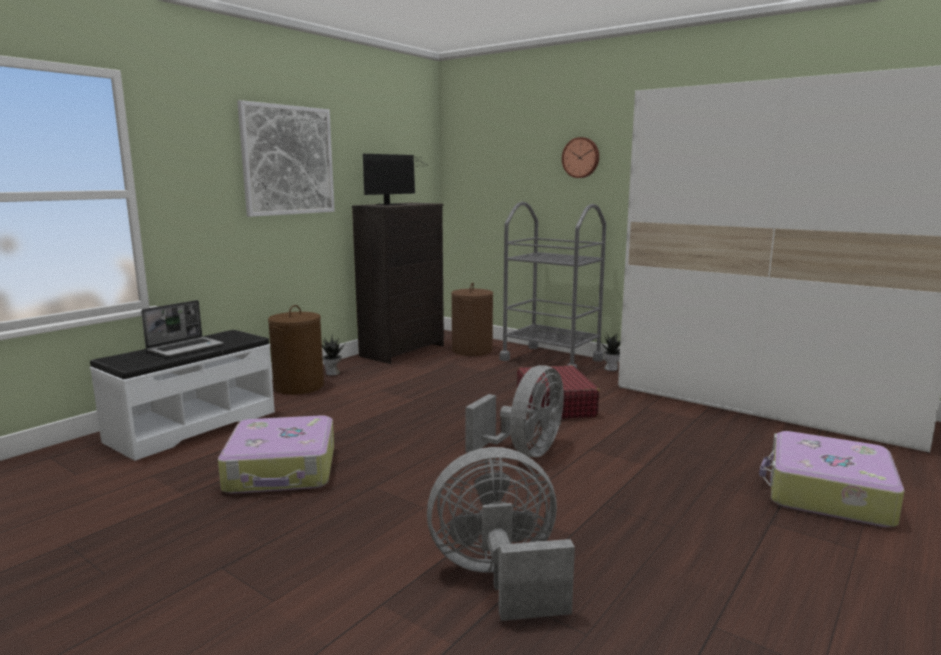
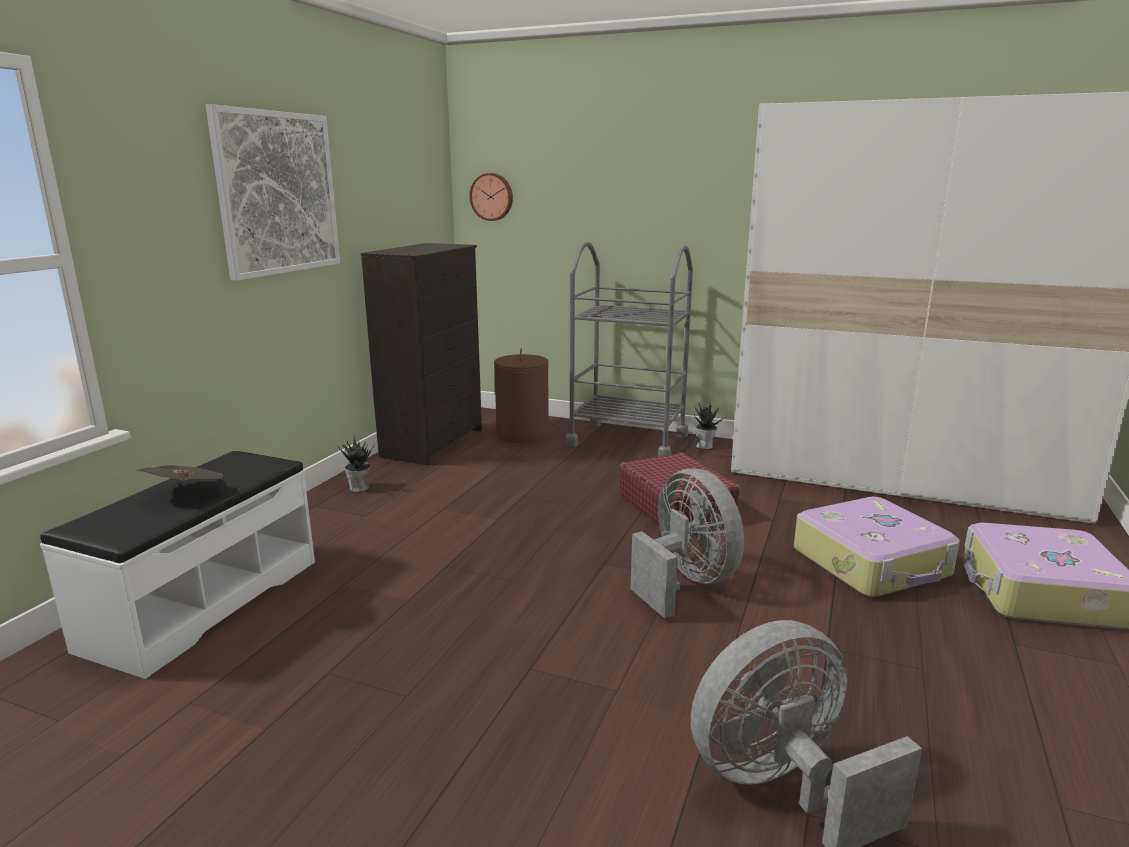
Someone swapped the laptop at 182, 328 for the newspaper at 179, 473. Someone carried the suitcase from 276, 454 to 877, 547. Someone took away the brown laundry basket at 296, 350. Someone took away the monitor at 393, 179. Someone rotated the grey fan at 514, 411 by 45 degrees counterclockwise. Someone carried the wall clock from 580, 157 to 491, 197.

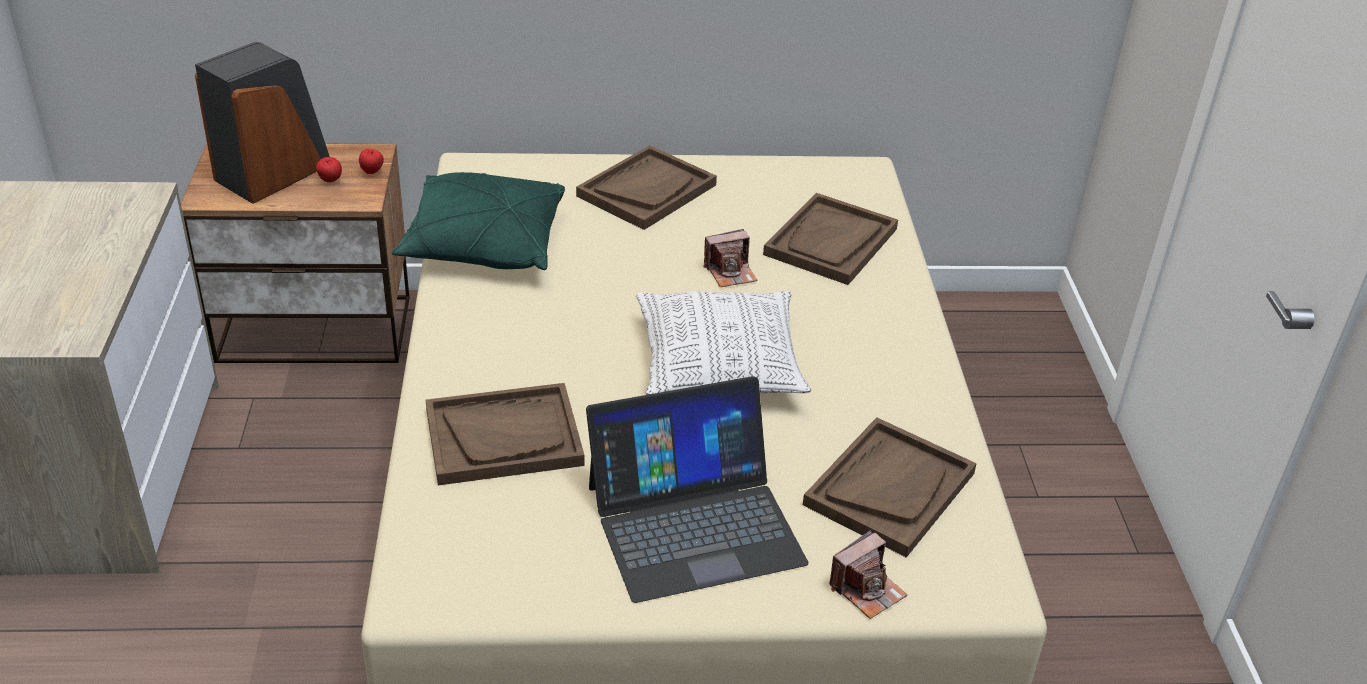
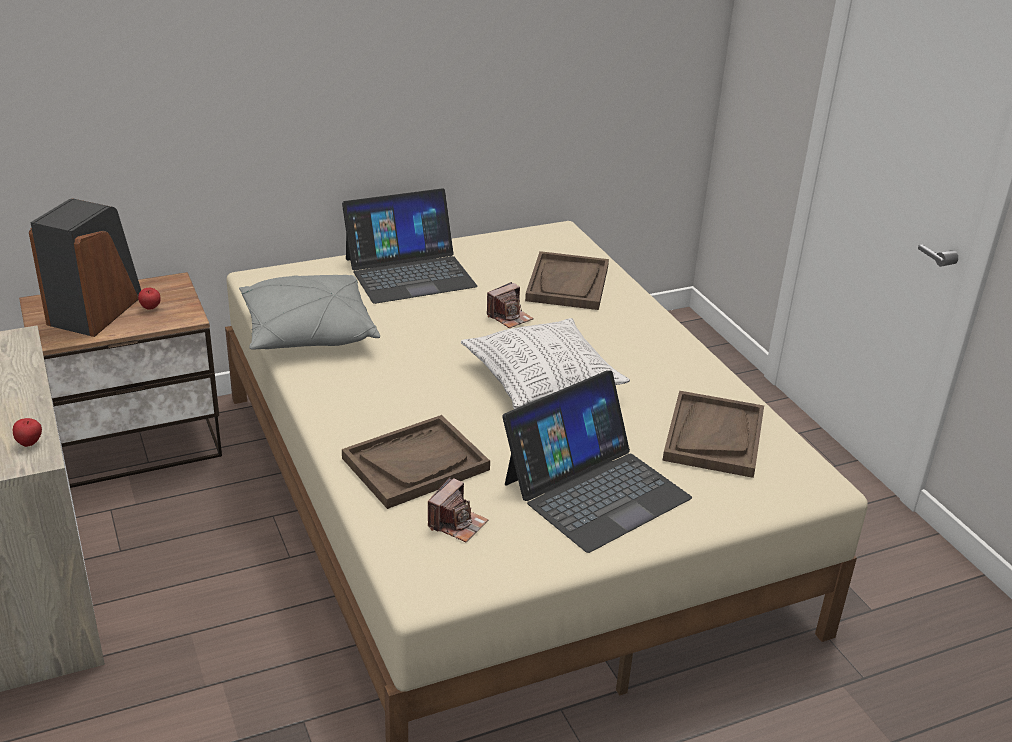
Someone carried the apple from 371, 161 to 27, 432. Someone repainted the green pillow at 478, 221, which became the grey pillow at 309, 312. Someone swapped the brown tray at 646, 187 for the laptop at 409, 246. Someone carried the photo camera from 868, 574 to 458, 510.

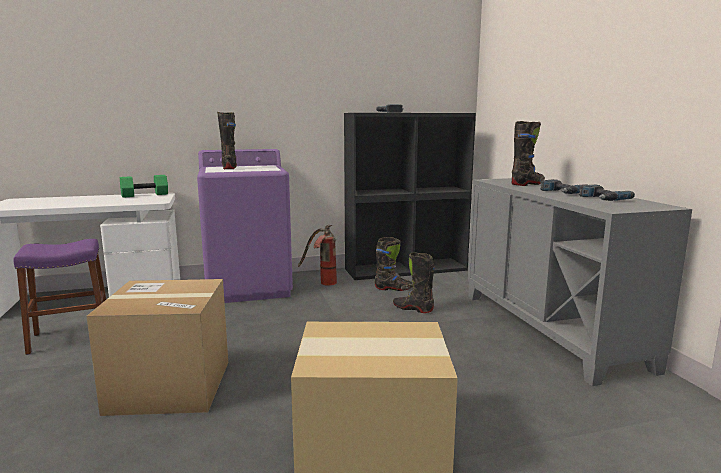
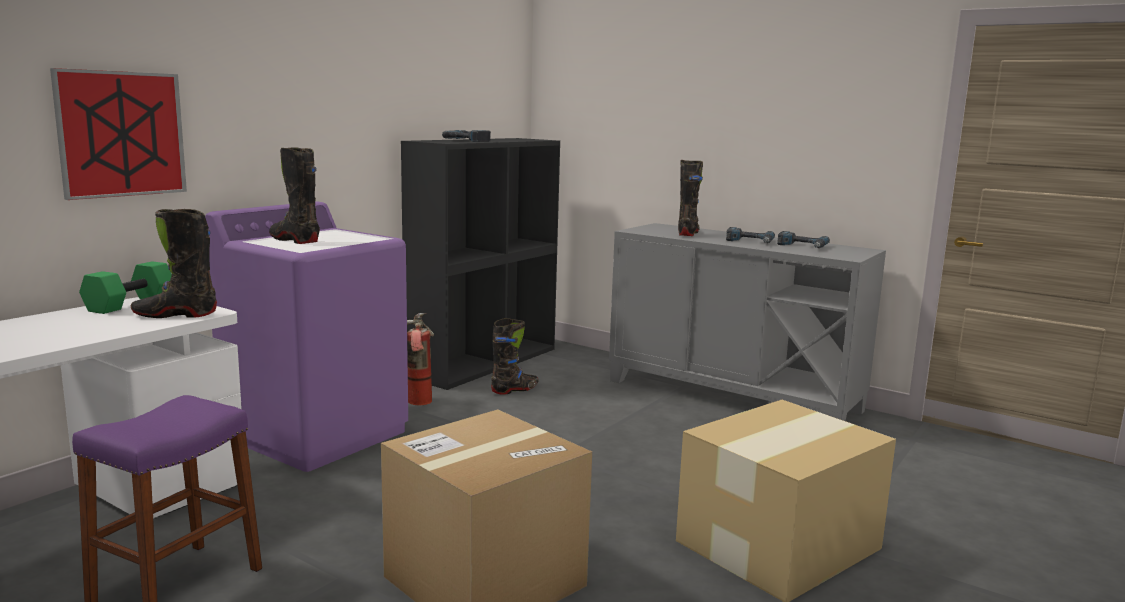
Someone carried the black boot from 414, 282 to 174, 263. Someone put up the picture at 118, 134.

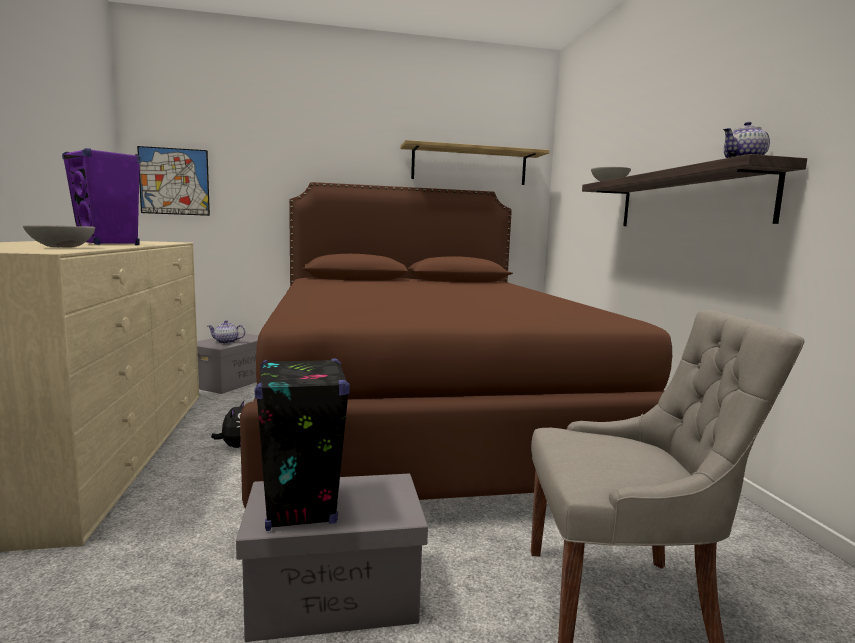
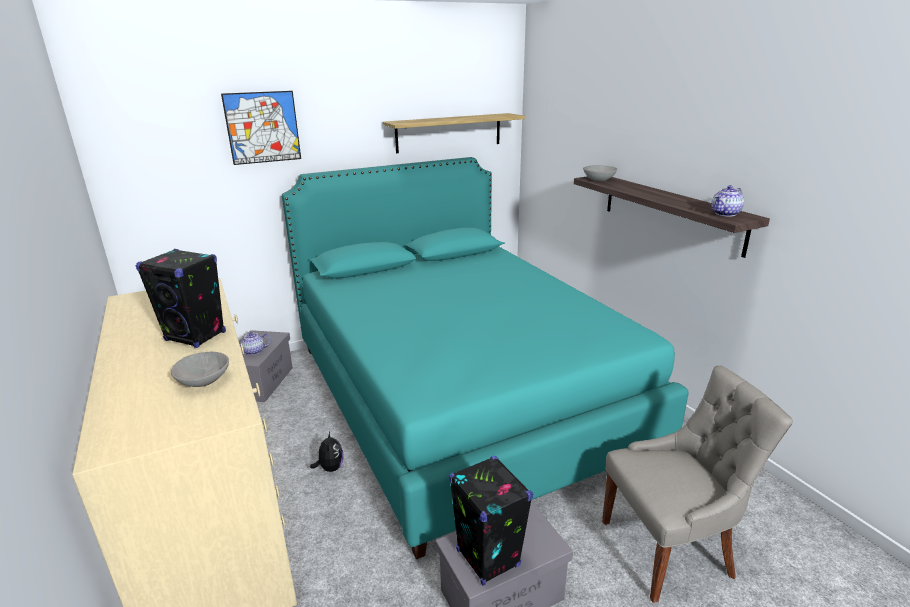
Someone repainted the purple speaker at 101, 196, which became the black speaker at 181, 298. Someone carried the picture from 173, 181 to 261, 128. Someone repainted the brown bed at 456, 345, which became the turquoise bed at 485, 358.

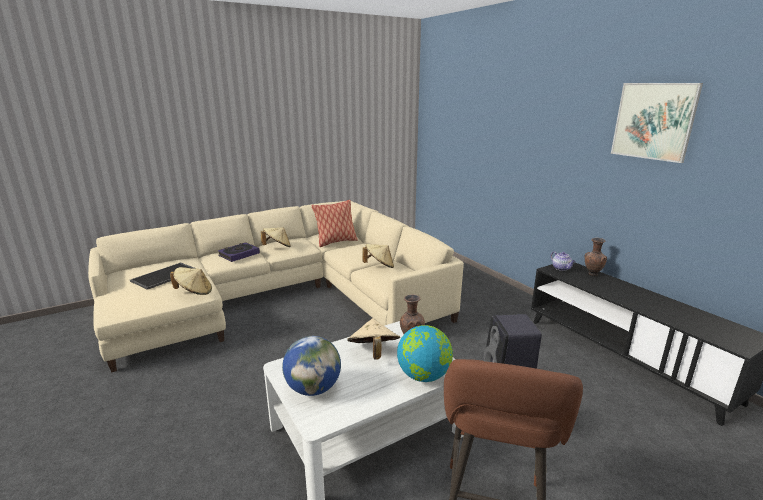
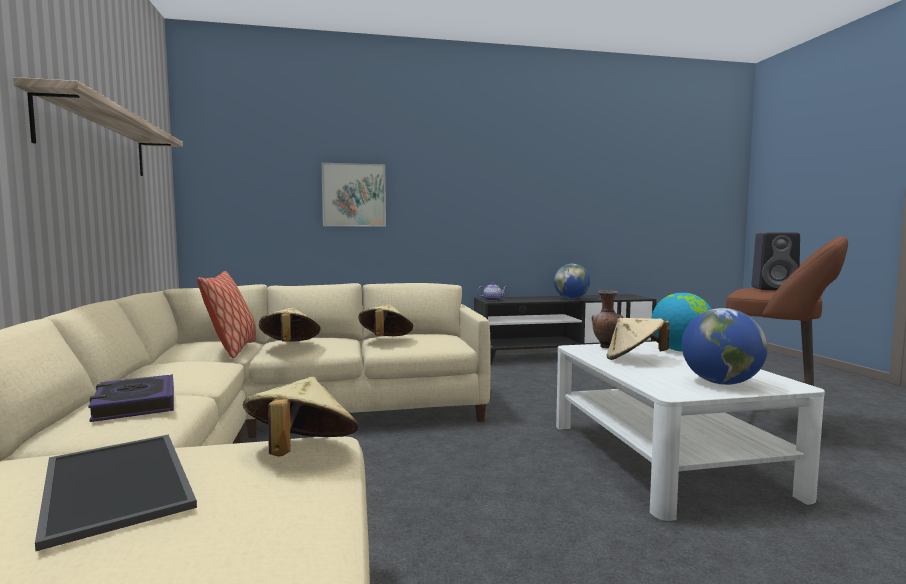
Someone carried the beige hat from 276, 237 to 290, 324. Someone took away the brown vase at 595, 257. Someone carried the picture from 657, 123 to 353, 195. Someone put up the shelf at 98, 126. Someone put down the globe at 572, 281.

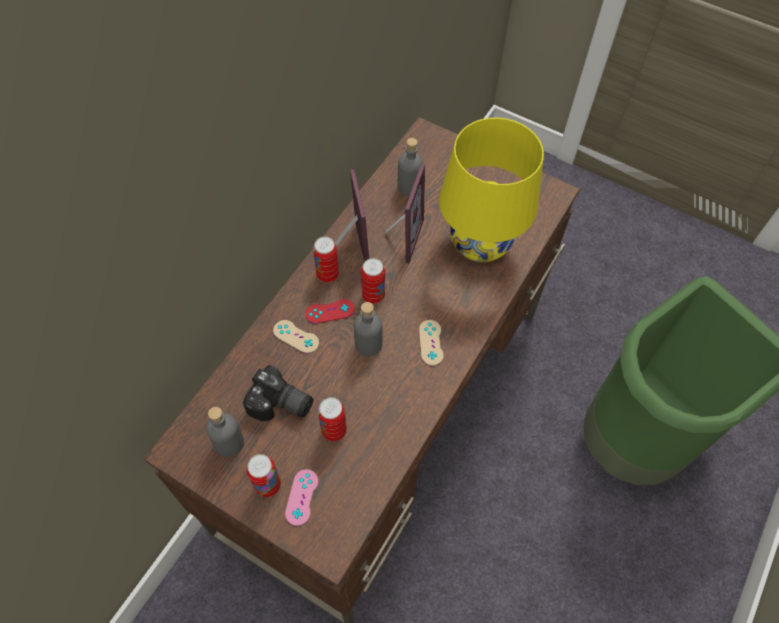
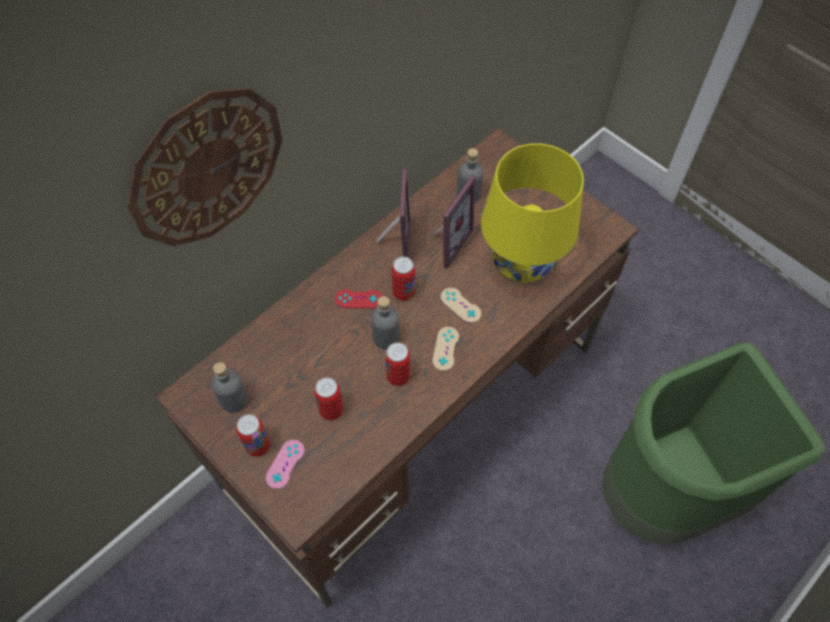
Someone took away the photo camera at 278, 393. Someone carried the beige game controller from 296, 336 to 461, 305. Someone carried the can from 326, 260 to 397, 364. Someone put up the wall clock at 205, 167.

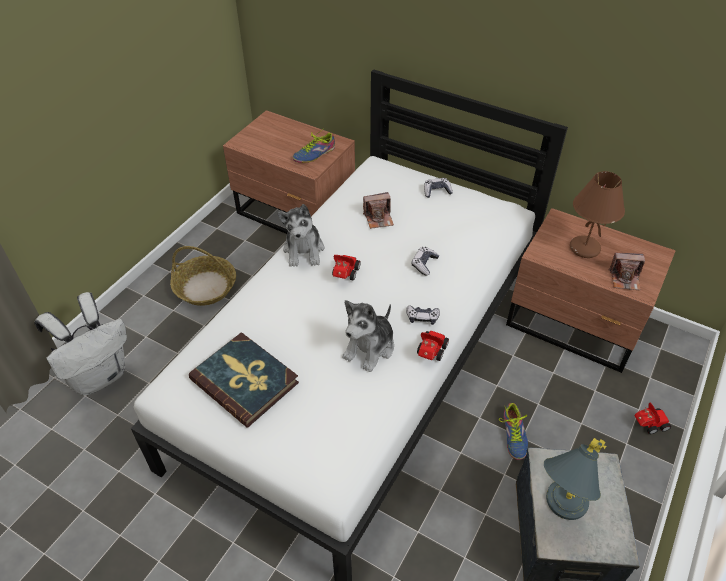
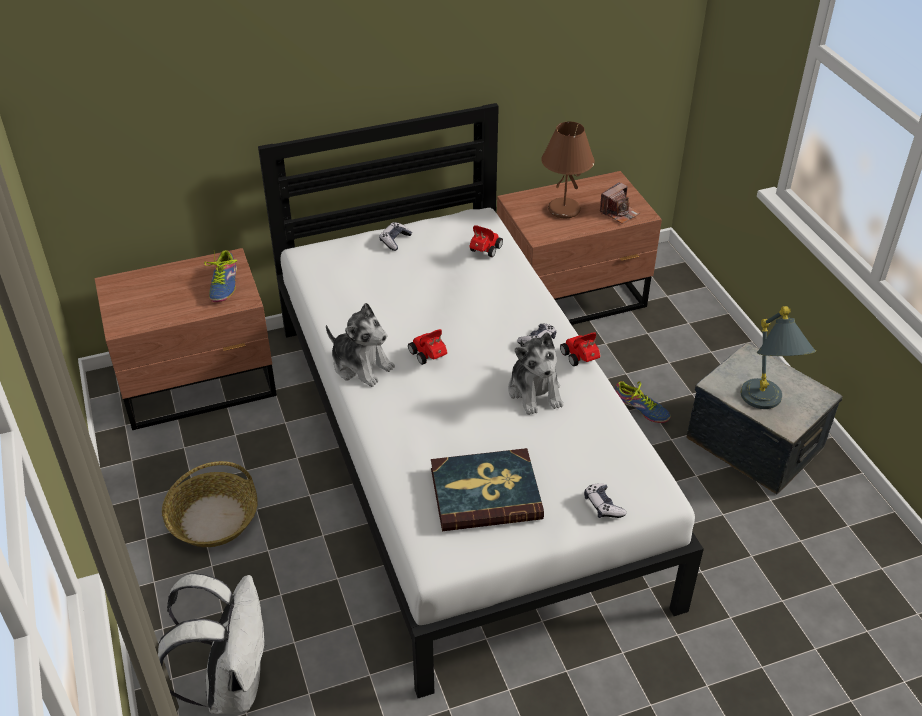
Someone took away the photo camera at 378, 210. Someone carried the game controller from 425, 261 to 605, 500. Someone carried the toy car from 653, 418 to 486, 241.

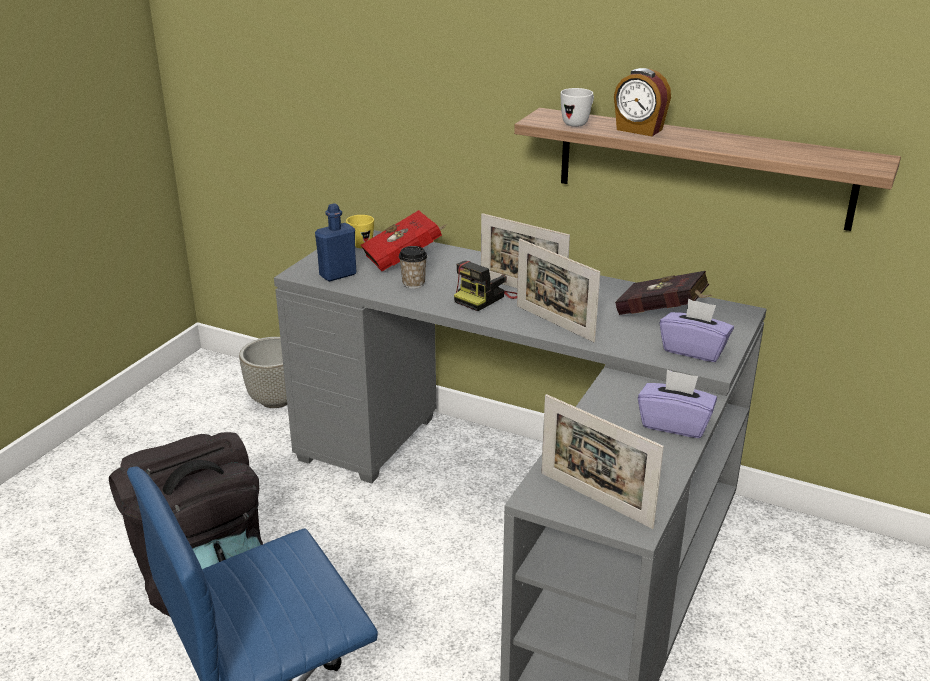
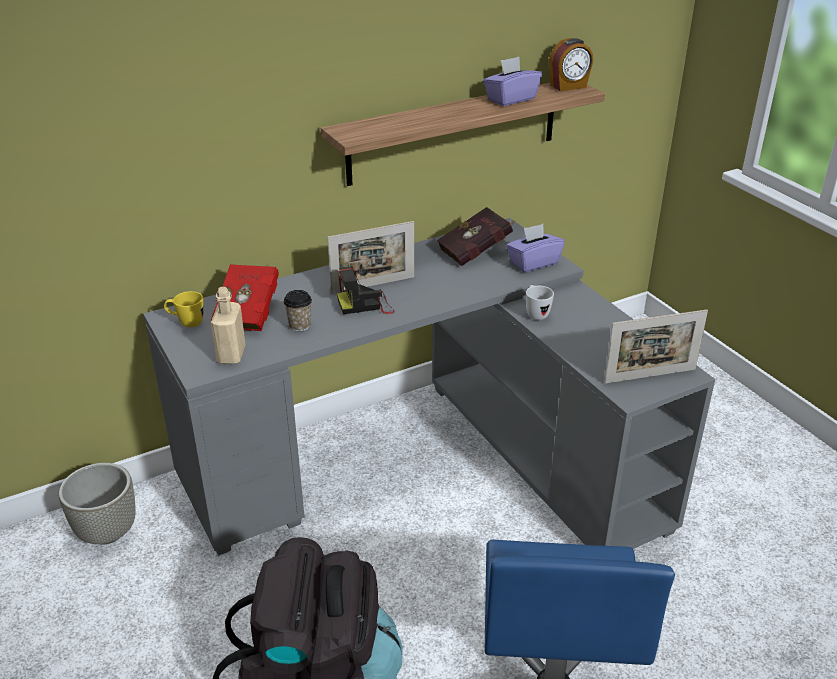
Someone repainted the blue bottle at 335, 242, which became the beige bottle at 228, 325. Someone rotated the photo camera at 485, 286 by 90 degrees clockwise. Someone took away the picture frame at 558, 290. Someone carried the white mug from 577, 107 to 540, 302. Someone carried the alarm clock from 642, 102 to 571, 64. Someone carried the purple tissue box from 677, 403 to 512, 81.

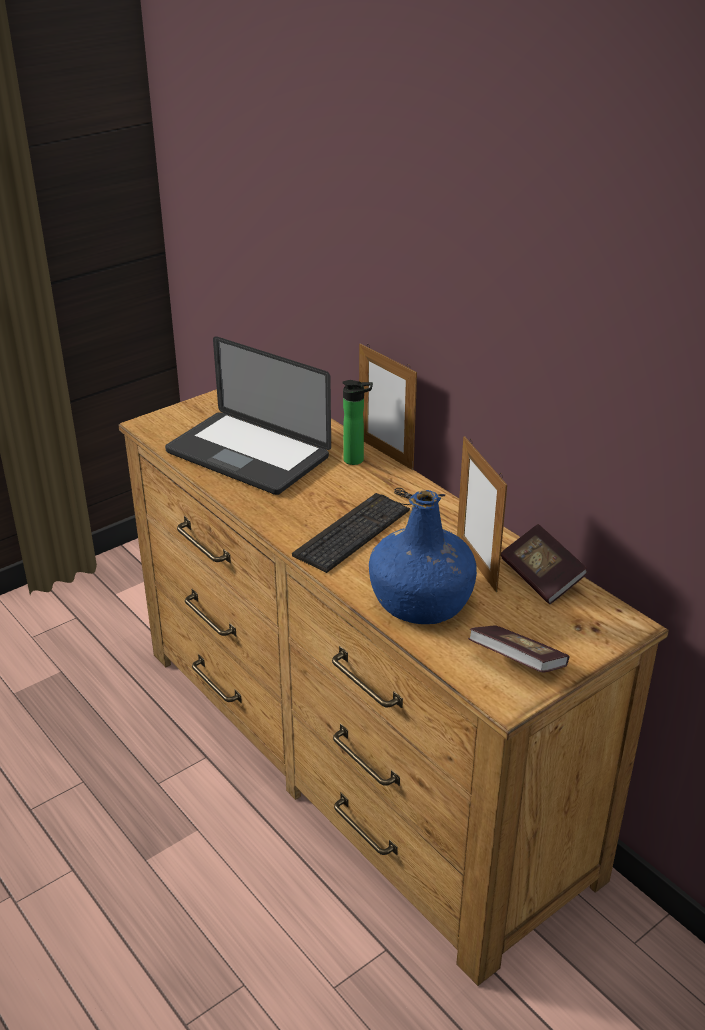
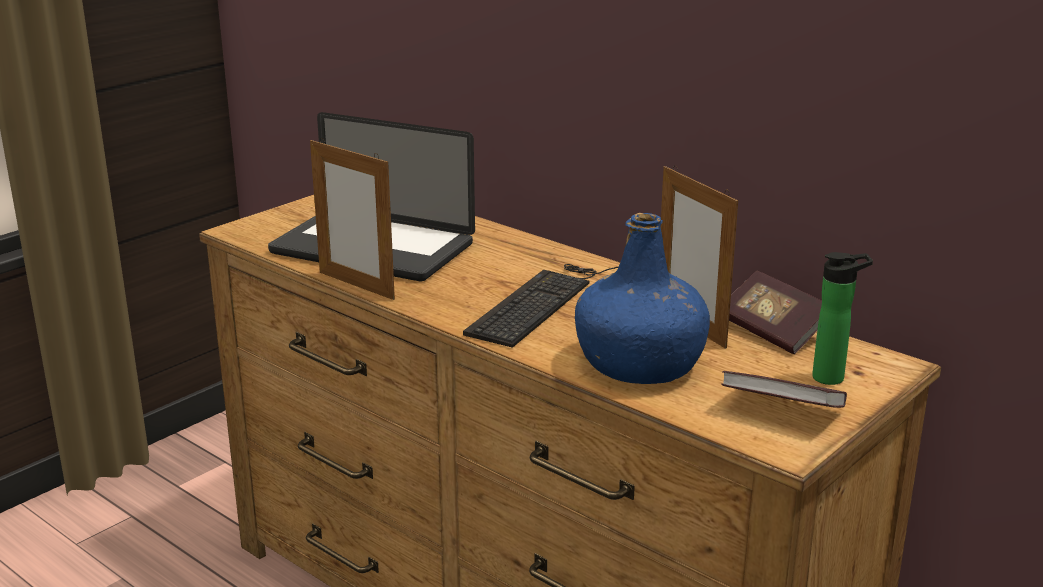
Someone carried the bottle from 357, 422 to 842, 318. Someone carried the picture frame from 388, 407 to 352, 219.

